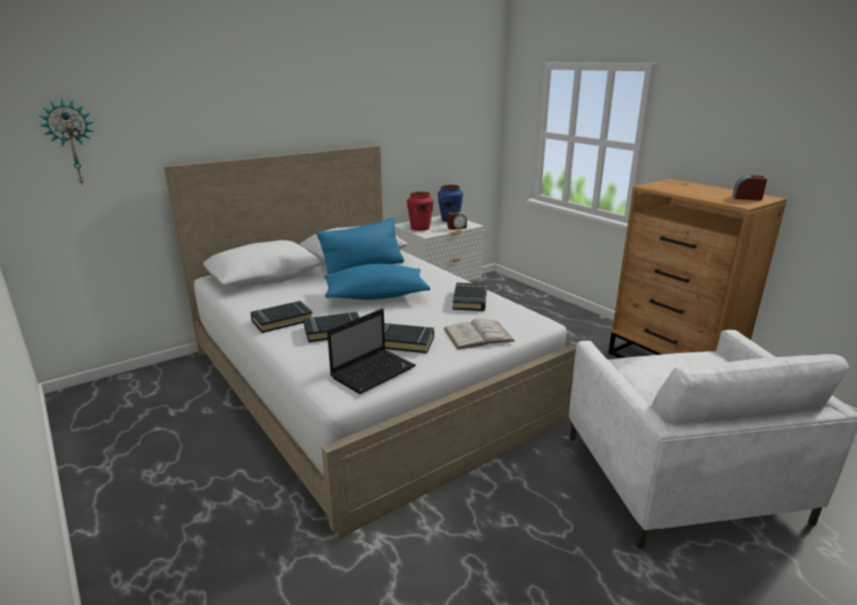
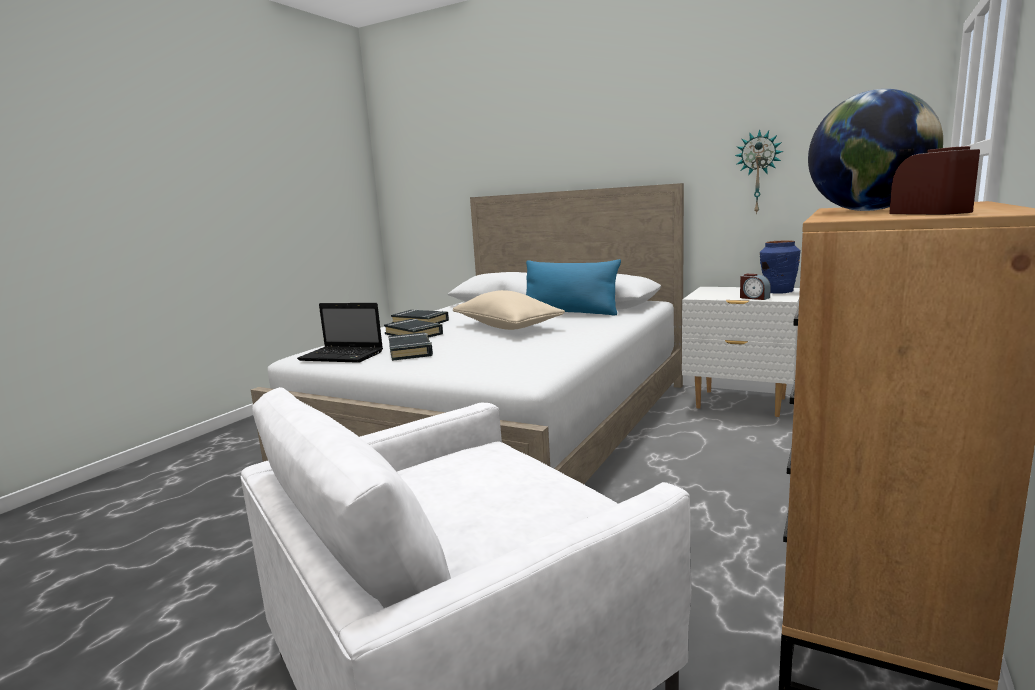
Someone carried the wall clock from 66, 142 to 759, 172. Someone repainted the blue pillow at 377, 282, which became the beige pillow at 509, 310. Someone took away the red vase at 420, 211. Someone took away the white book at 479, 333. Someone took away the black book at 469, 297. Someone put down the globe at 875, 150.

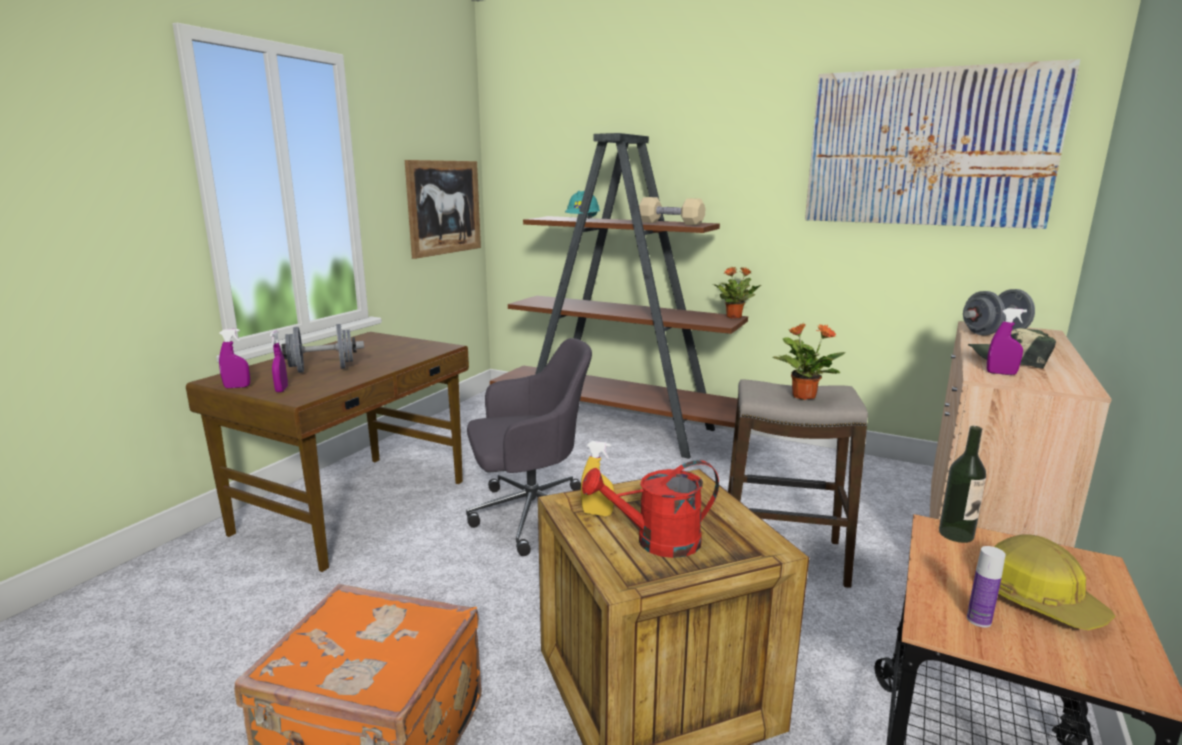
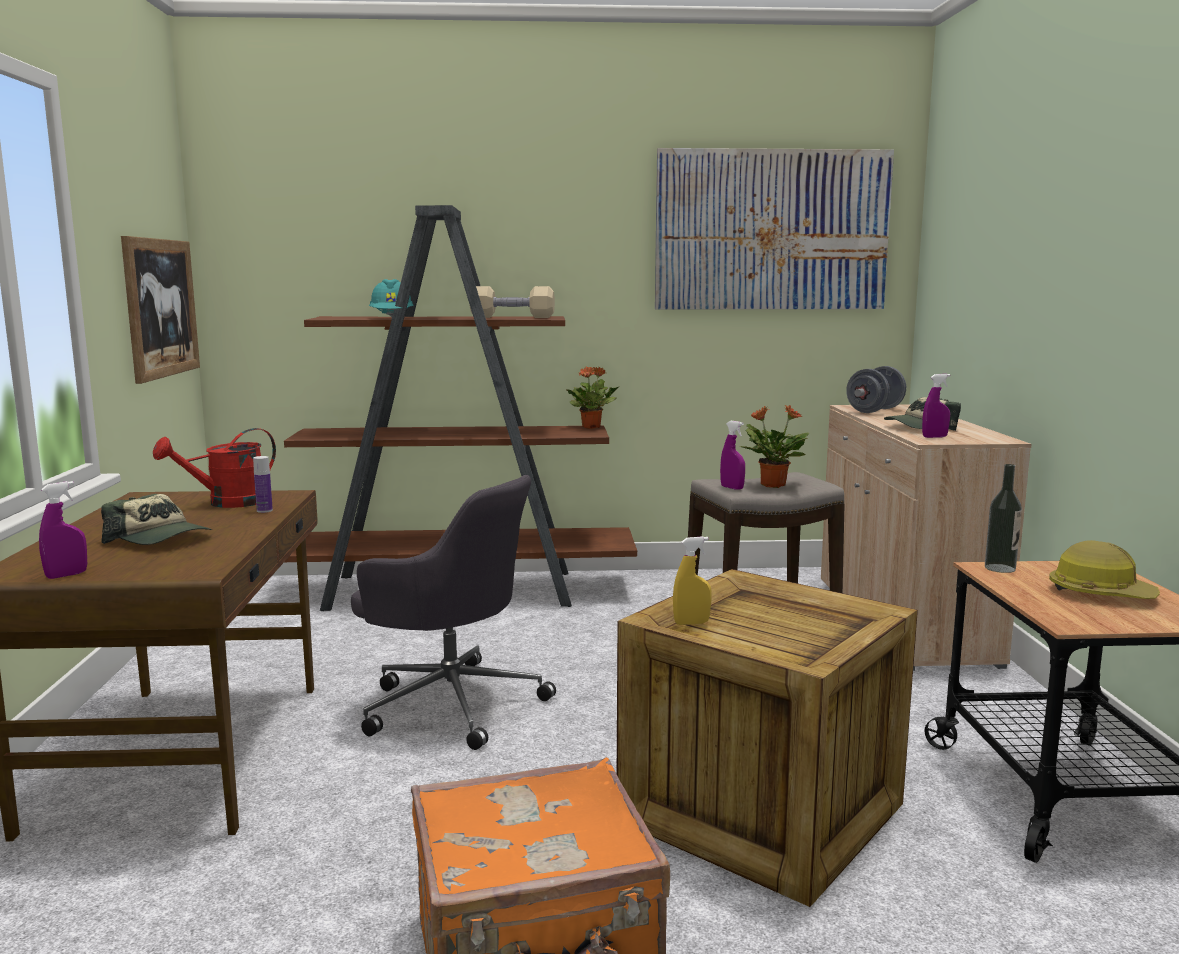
Someone carried the purple spray bottle from 279, 361 to 732, 455. Someone swapped the grey dumbbell at 319, 348 for the cap at 156, 519. Someone rotated the grey office chair at 529, 447 by 75 degrees clockwise. Someone carried the red watering can from 650, 509 to 214, 468. Someone carried the bottle from 986, 587 to 263, 484.

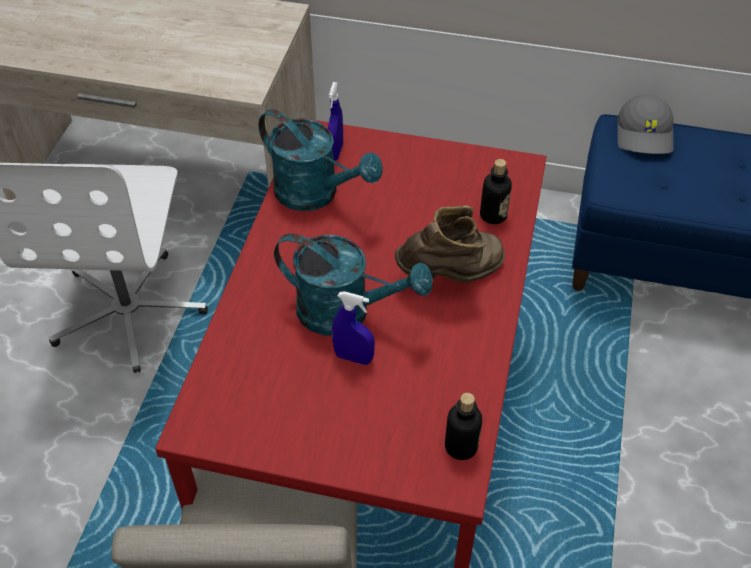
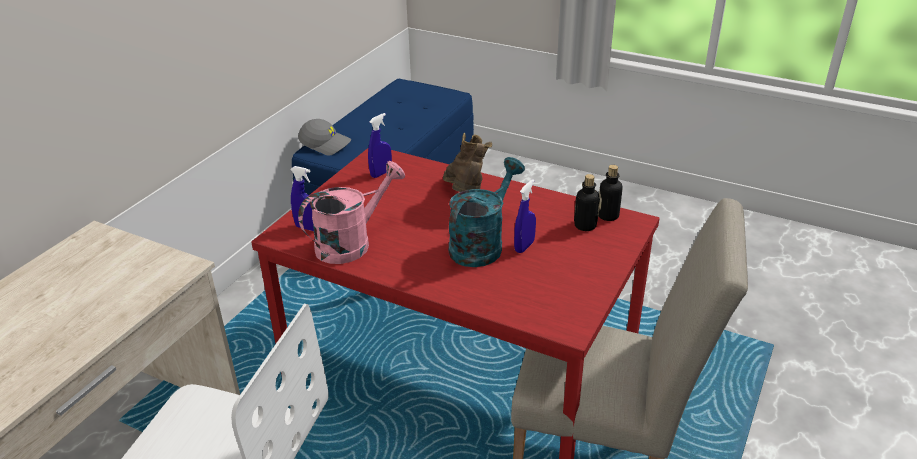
Someone repainted the turquoise watering can at 320, 160, which became the pink watering can at 351, 212. Someone carried the bottle from 496, 191 to 587, 202. Someone put down the blue spray bottle at 380, 145.

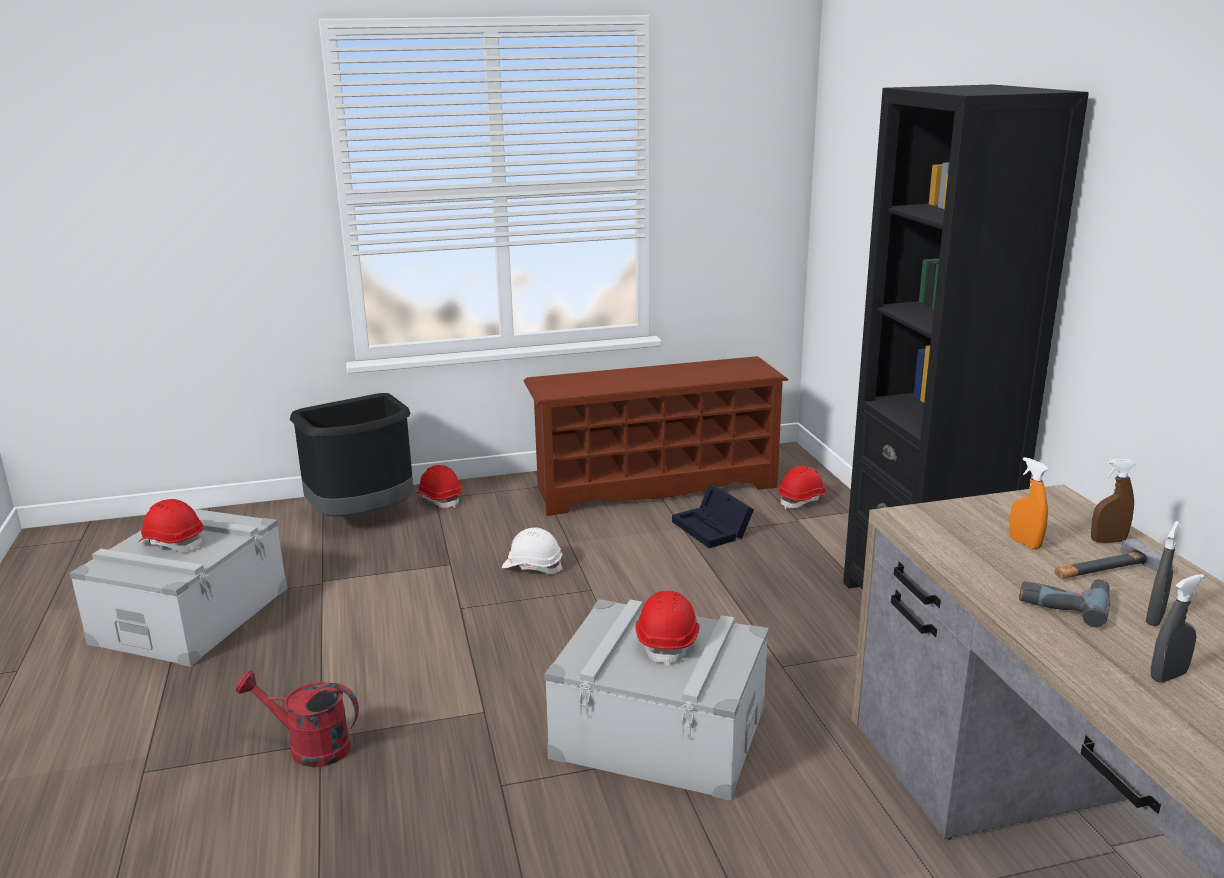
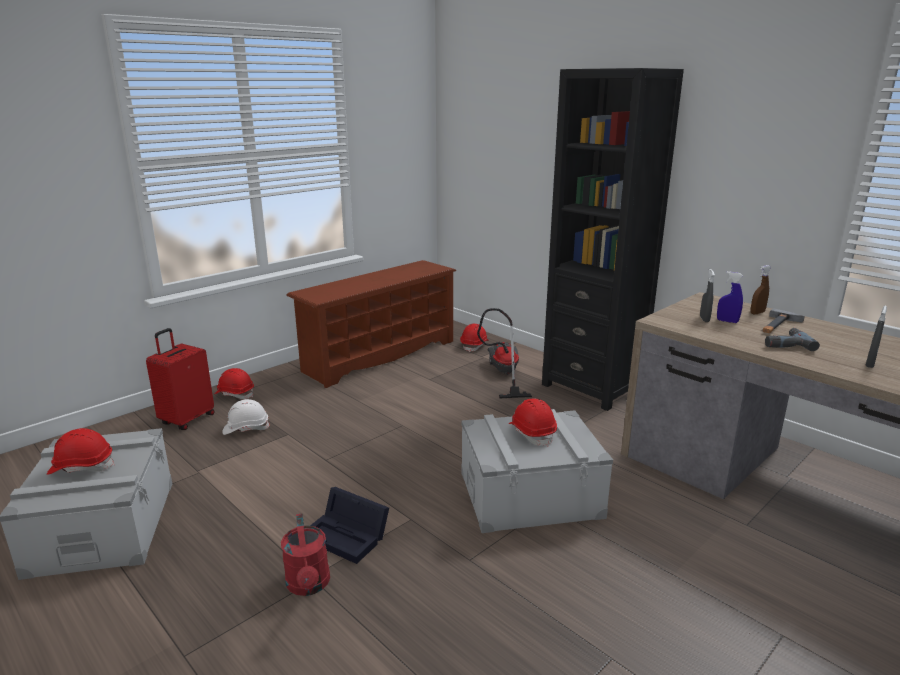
Someone rotated the red watering can at 297, 718 by 90 degrees counterclockwise. Someone swapped the black trash can at 352, 455 for the red suitcase at 180, 379. Someone carried the white hard hat from 532, 551 to 246, 417. Someone carried the black storage box from 713, 516 to 349, 525. Someone repainted the orange spray bottle at 1029, 503, which became the blue spray bottle at 730, 297. Someone carried the grey spray bottle from 1162, 573 to 707, 295. Someone put down the vacuum cleaner at 504, 353.

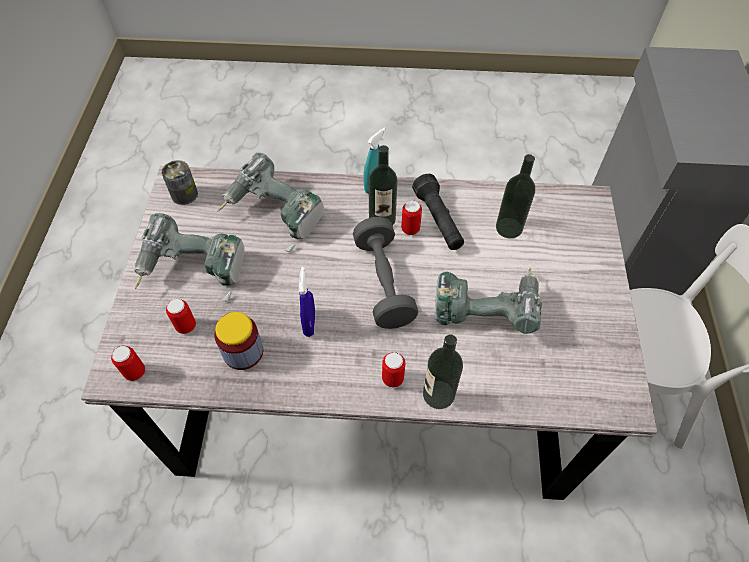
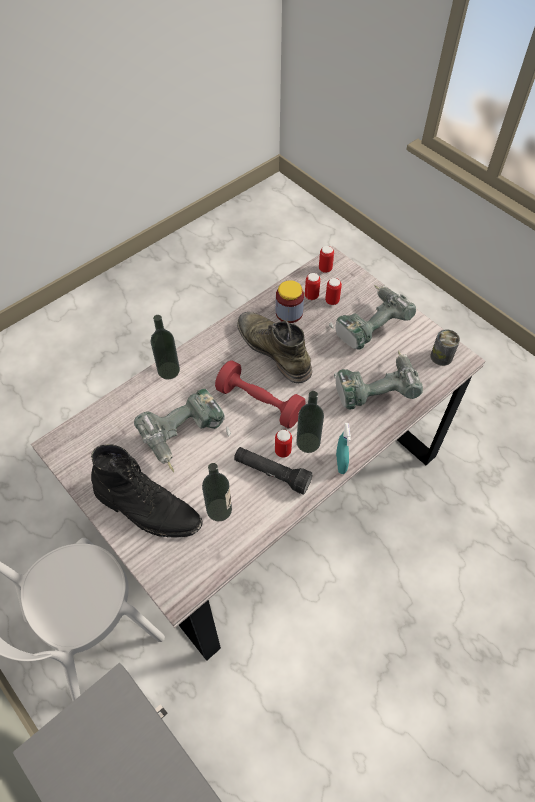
Someone swapped the blue spray bottle at 307, 301 for the green boot at 274, 347. Someone repainted the grey dumbbell at 386, 273, which became the red dumbbell at 260, 394. Someone carried the can from 393, 370 to 312, 286. Someone put down the black boot at 147, 491.

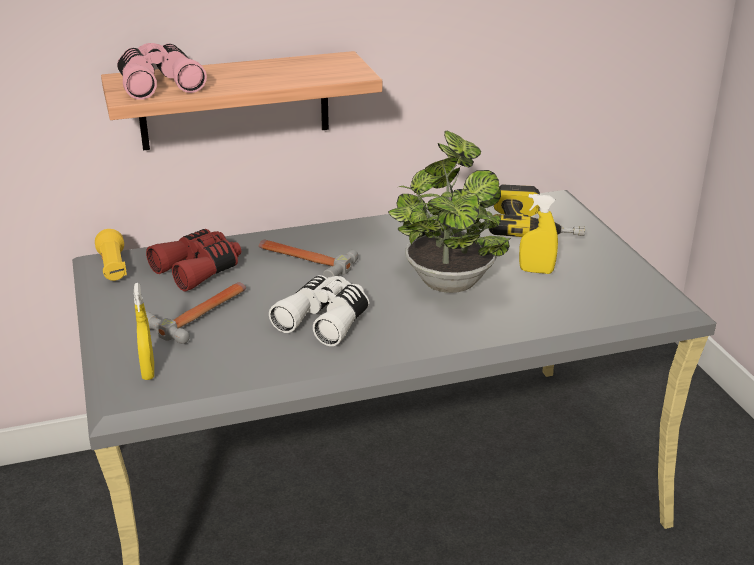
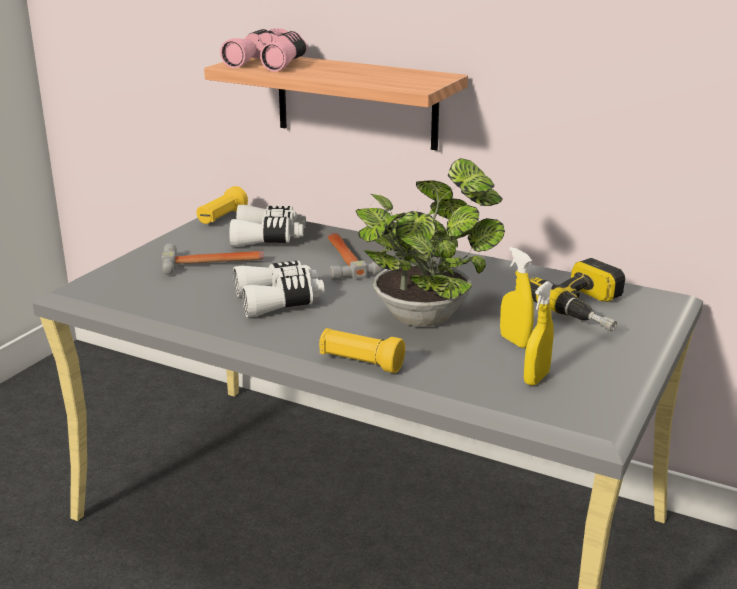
Someone carried the yellow spray bottle from 144, 331 to 538, 333. Someone repainted the red binoculars at 193, 260, which became the white binoculars at 267, 226. Someone put down the yellow flashlight at 362, 350.

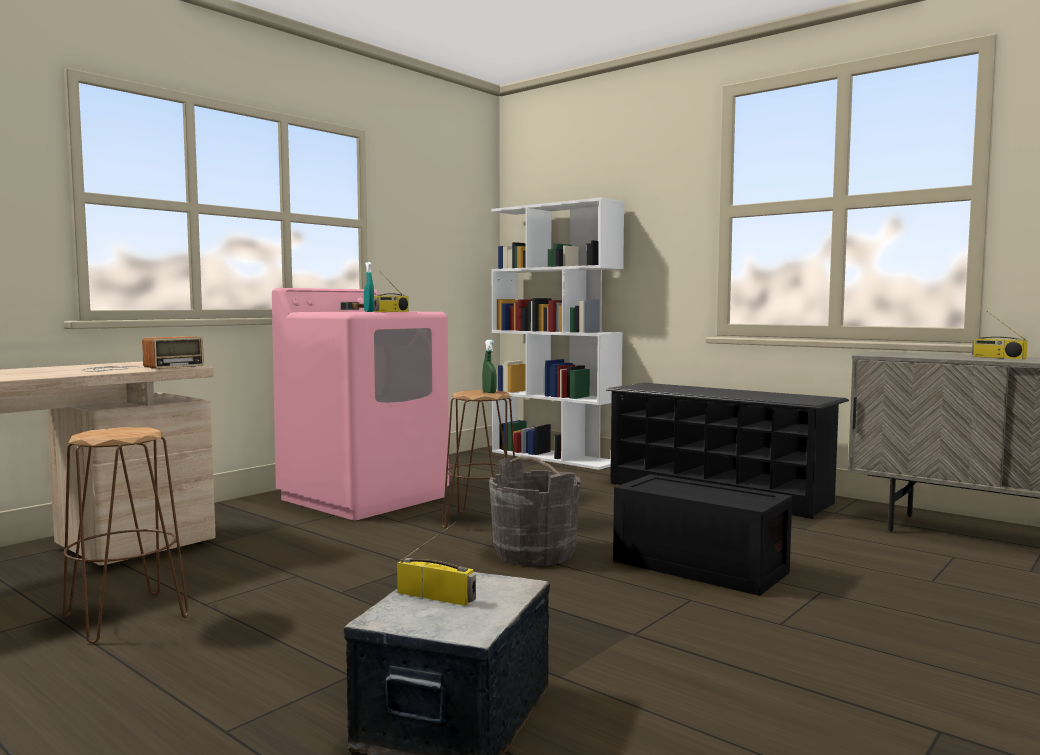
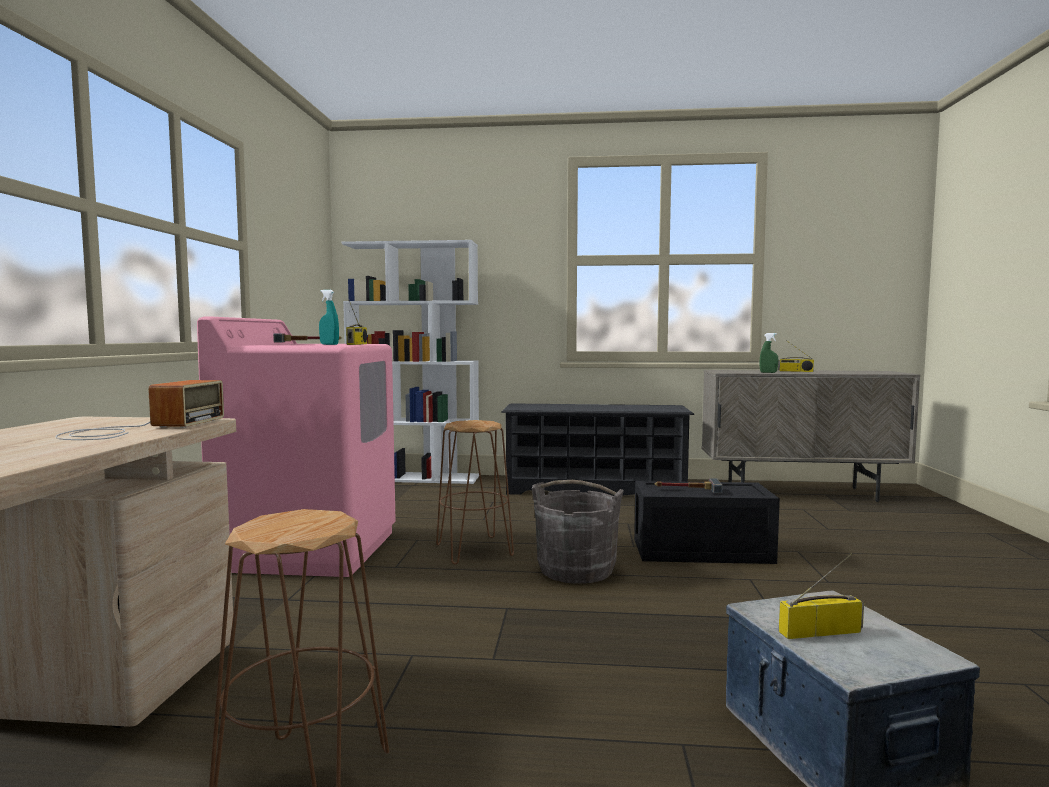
Someone carried the green spray bottle from 489, 366 to 769, 353. Someone put down the hammer at 689, 485.

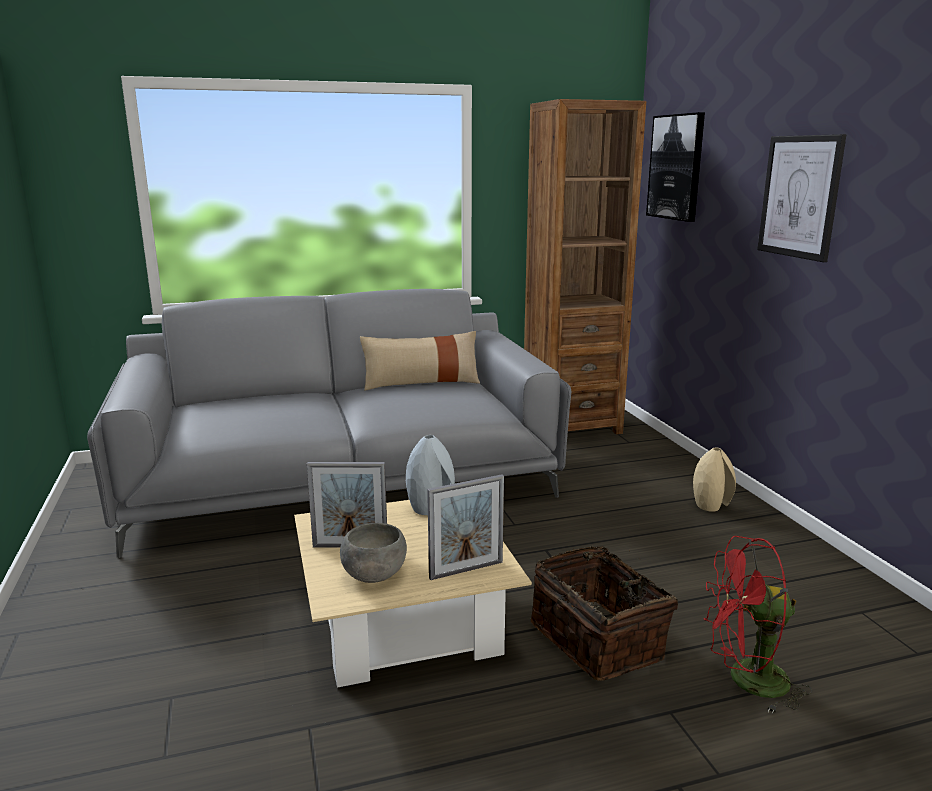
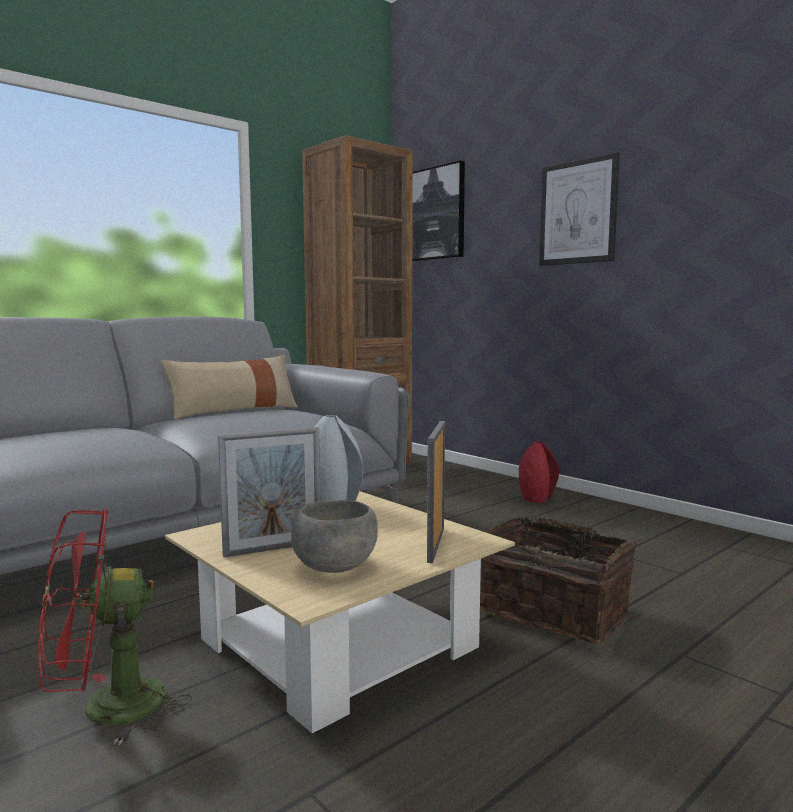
Someone rotated the picture frame at 465, 527 by 150 degrees clockwise. Someone repainted the beige vase at 714, 480, which became the red vase at 539, 472. Someone carried the red fan from 758, 625 to 115, 626.

